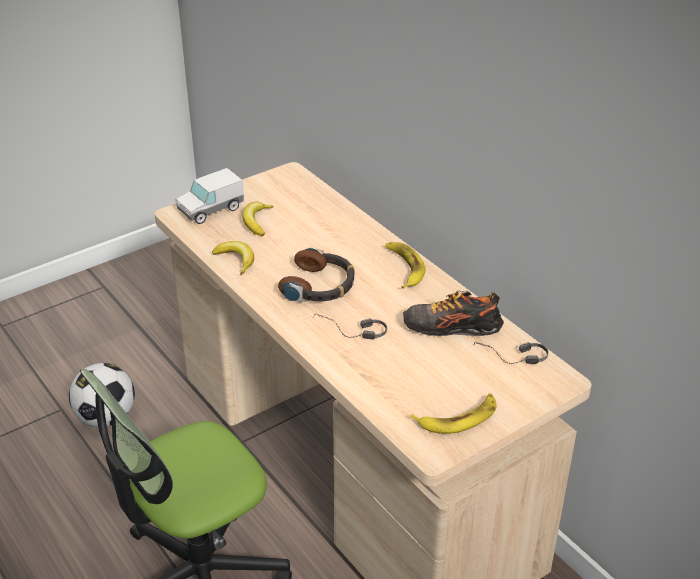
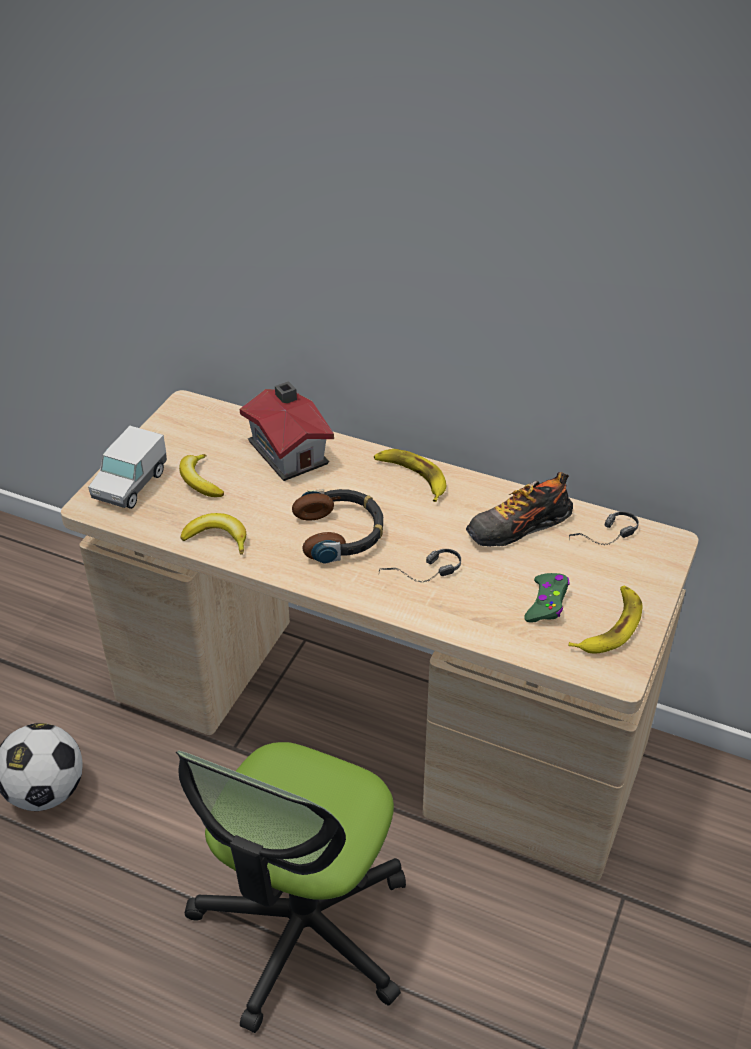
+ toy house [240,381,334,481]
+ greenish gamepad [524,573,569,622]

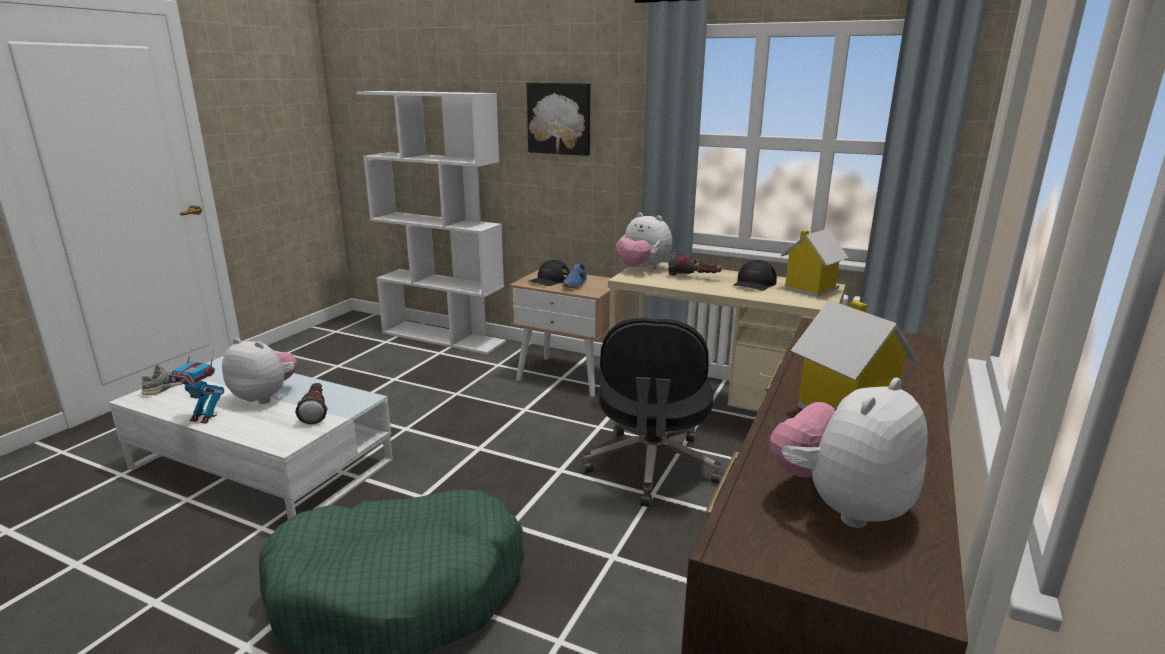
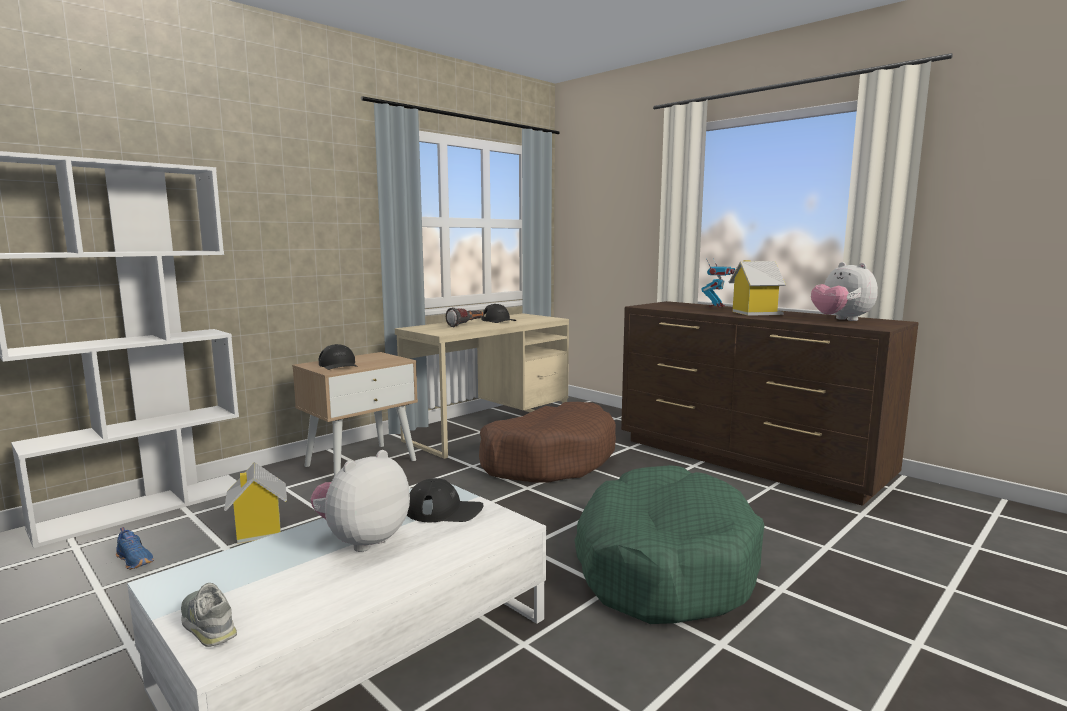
- wall art [527,83,590,156]
- plush toy [616,213,672,269]
~ toy robot [168,349,224,424] to [701,258,735,307]
~ blue low shoe [563,262,587,288] to [116,527,154,570]
~ toy house [780,228,849,297] to [224,462,287,544]
~ hand torch [295,383,328,424] to black peaked cap [407,478,483,522]
~ black desk chair [582,318,723,507] to brown-coloured pet bed [479,402,616,483]

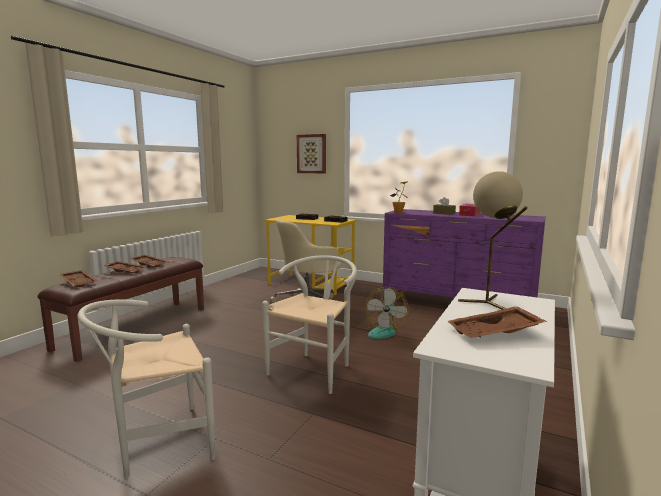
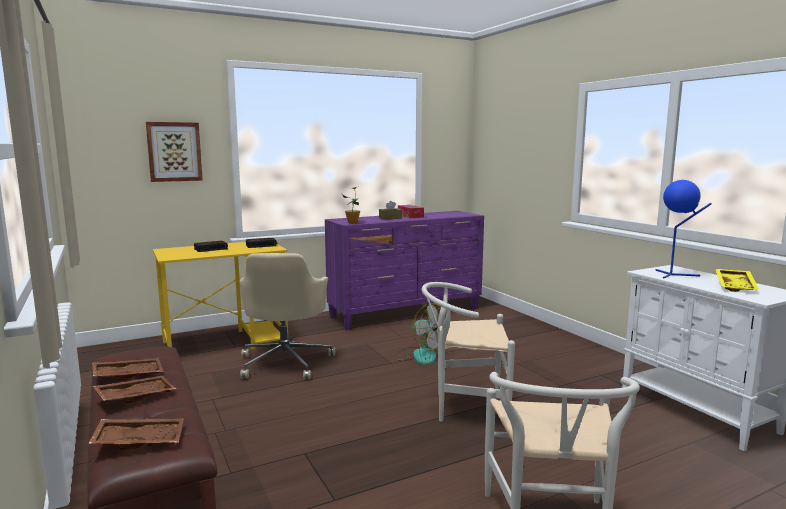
~ brown-coloured carrying tray [447,306,547,338] to yellow-coloured carrying tray [715,269,759,292]
~ beige lamp for a table [458,171,528,310] to blue lamp for a table [656,180,712,279]
~ white upright chair [262,255,357,394] = [422,282,515,422] 60 degrees counterclockwise

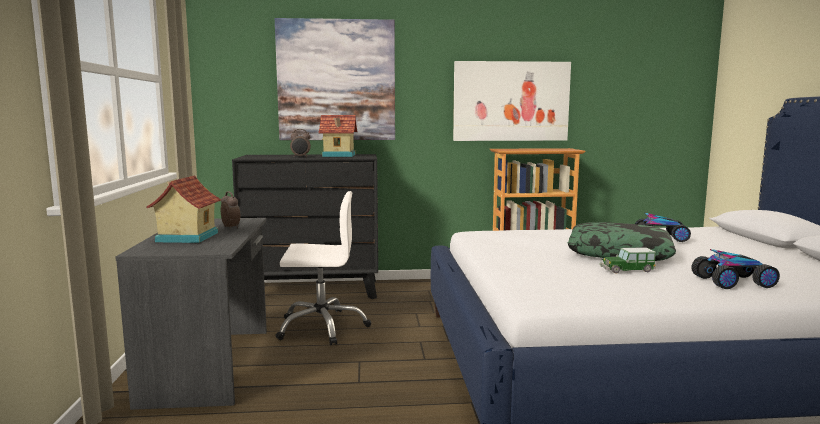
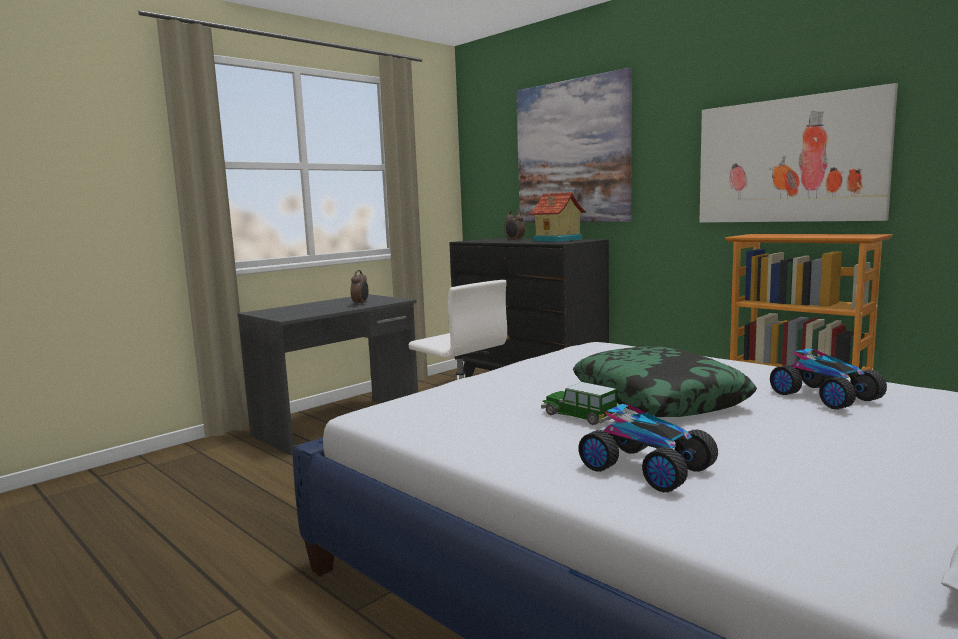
- toy house [146,175,221,243]

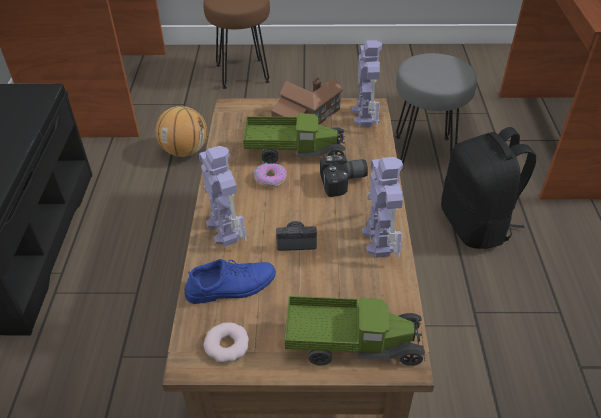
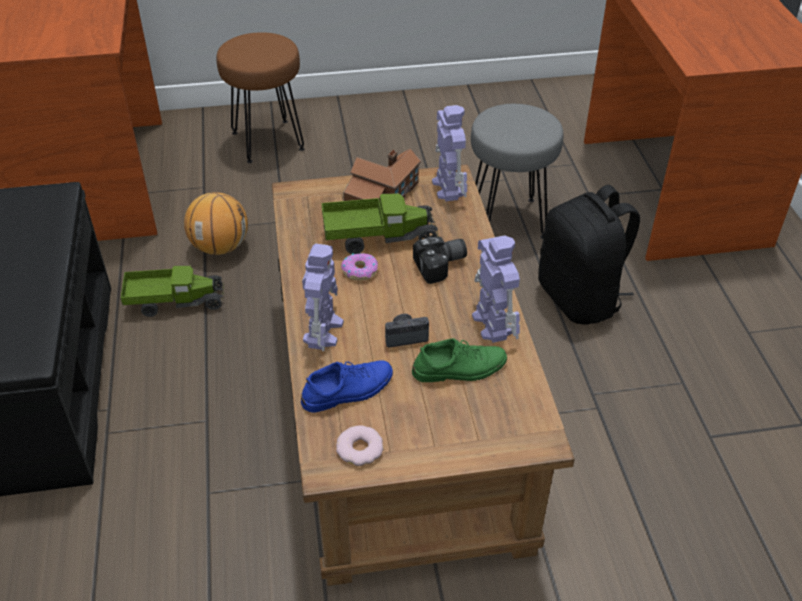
+ greenish low shoe [412,338,507,382]
~ model truck [285,294,425,366] to [120,266,224,317]
~ toy robot [199,146,246,246] = [302,244,344,351] 45 degrees clockwise

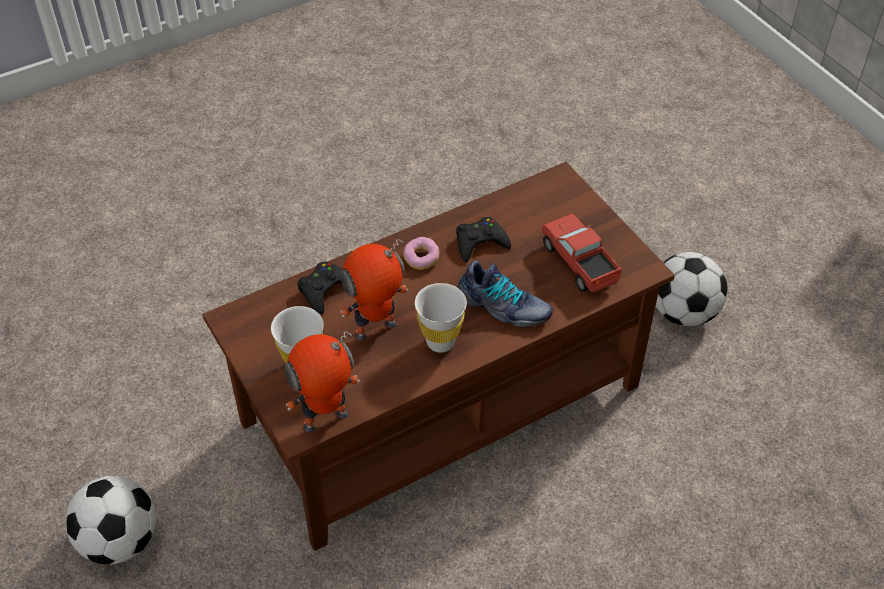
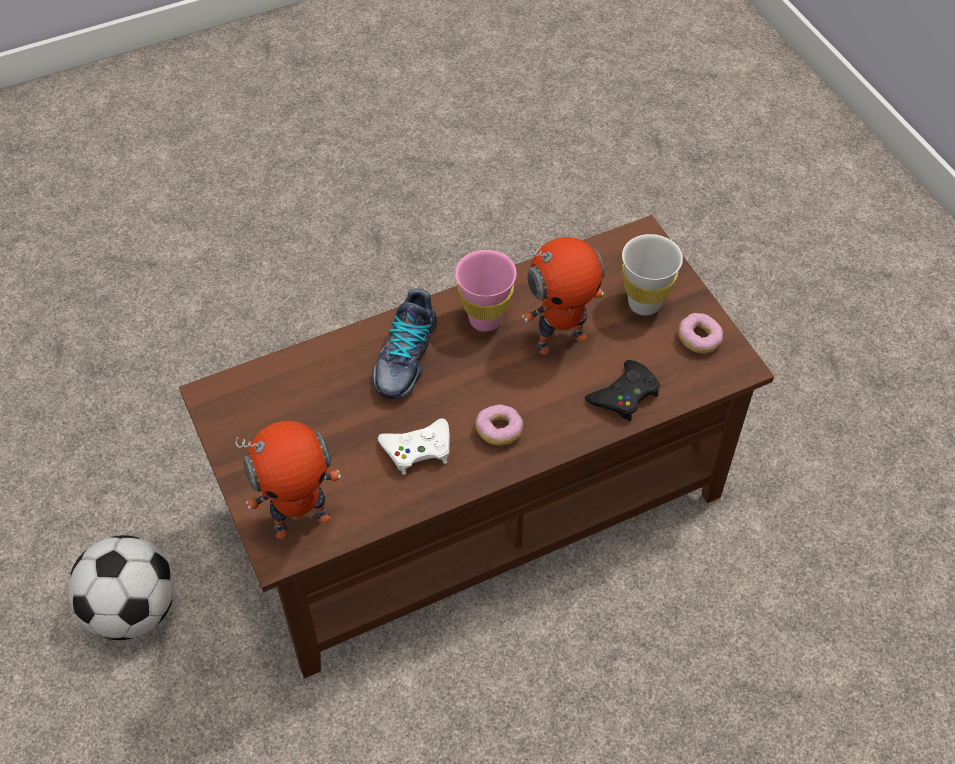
- football ball [65,476,156,565]
- model truck [542,213,621,293]
+ ring doughnut [678,313,723,353]
~ toy robot [285,331,360,432] to [235,421,341,539]
~ white cup [415,283,467,353] to pinkish cup [455,250,517,332]
~ black gamepad [456,217,511,263] to white gamepad [378,418,450,475]
~ low shoe [457,260,553,327] = [372,288,437,399] 105 degrees counterclockwise

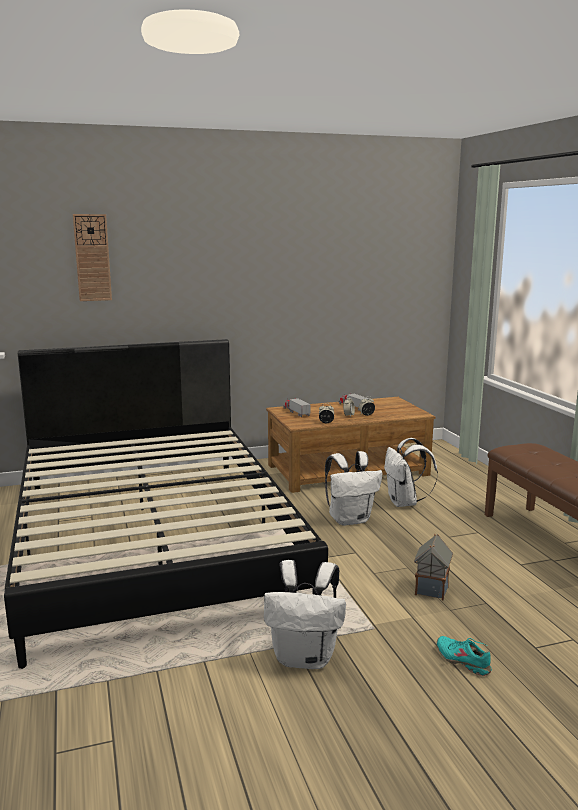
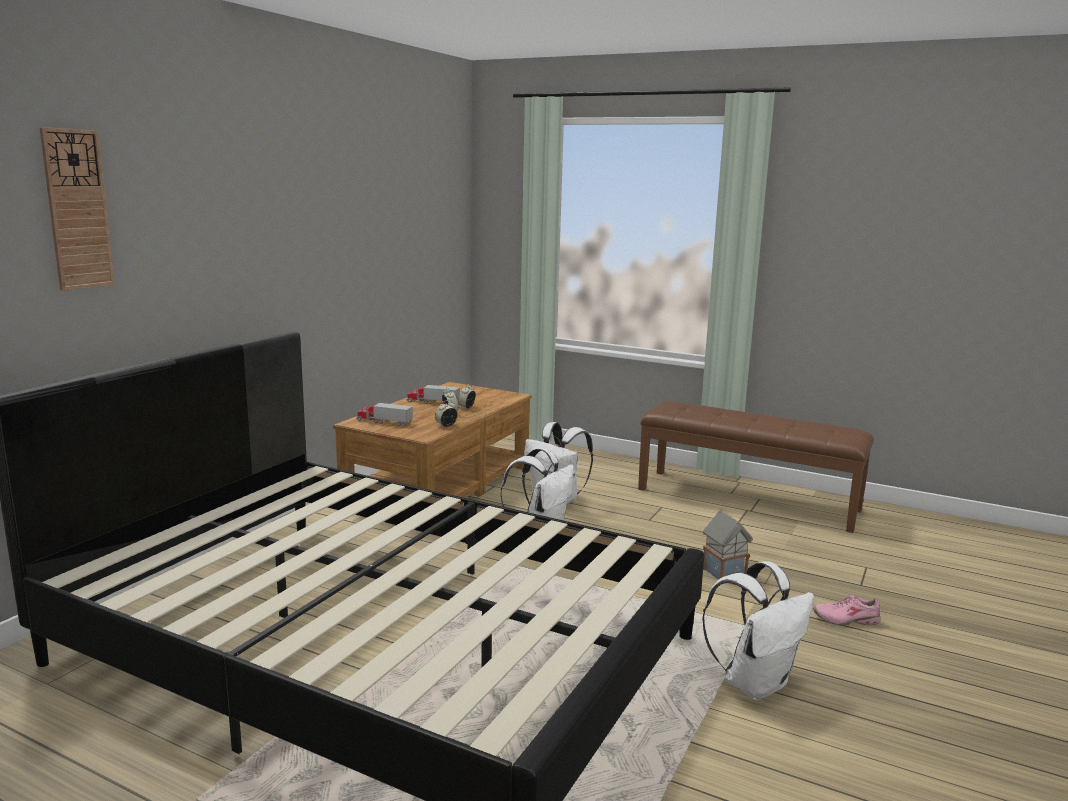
~ turquoise-coloured low shoe [437,636,492,676] to pinkish low shoe [813,594,881,626]

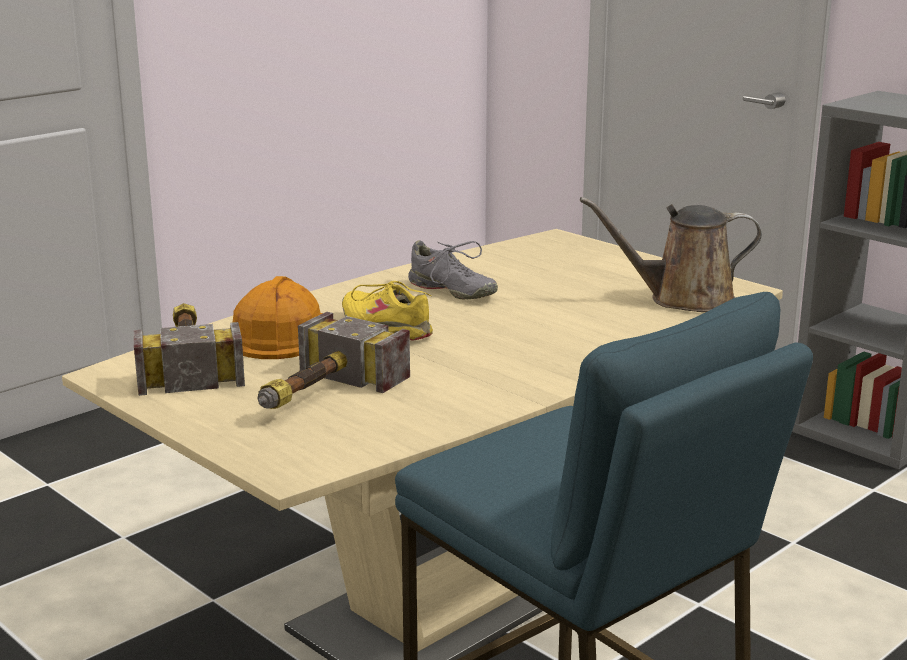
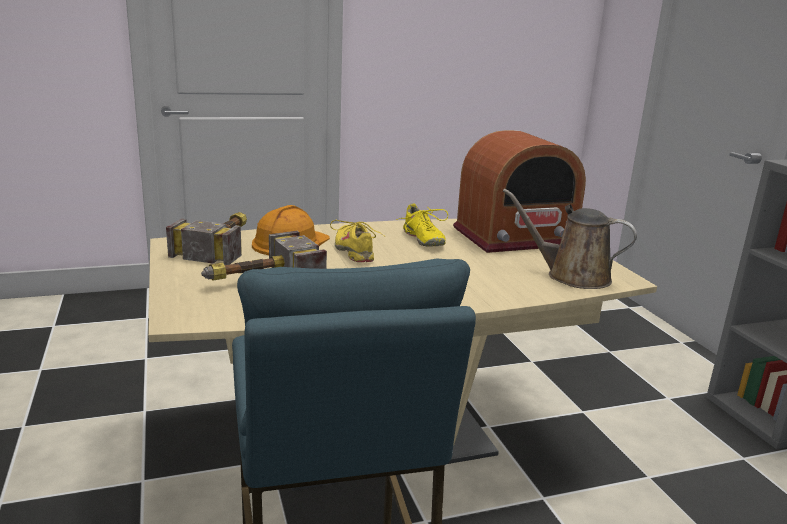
+ radio set [453,130,586,253]
~ grey low shoe [408,240,498,299] to yellow-coloured low shoe [396,203,448,247]

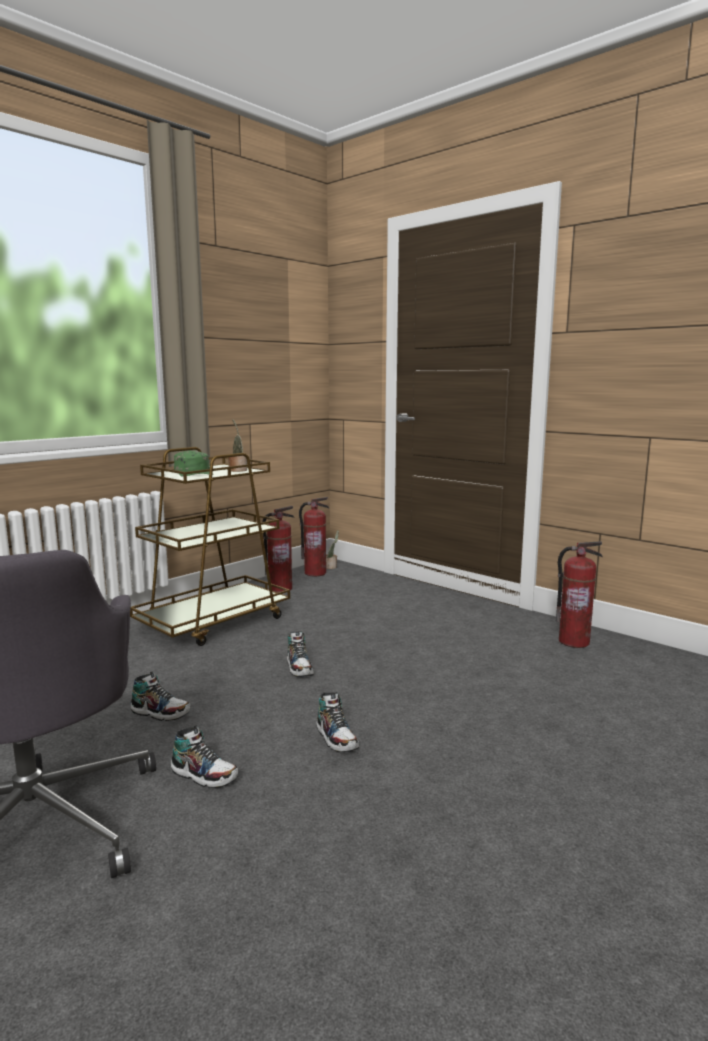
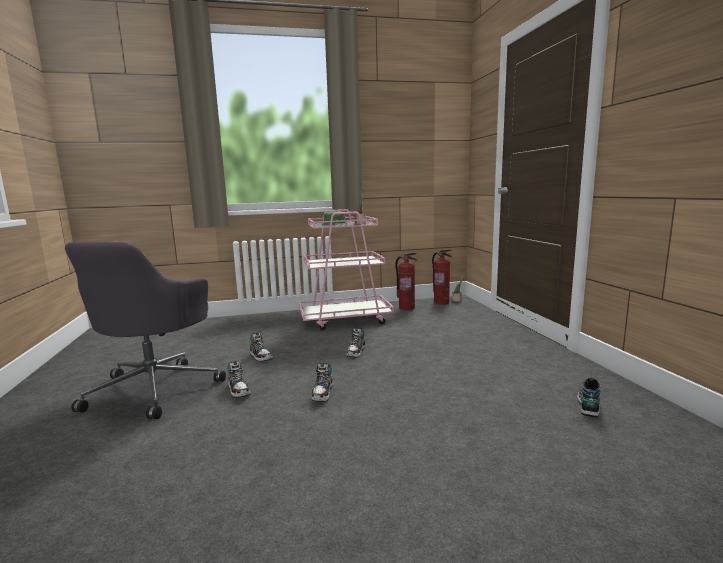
- extinguisher [556,541,603,648]
+ low shoe [577,378,601,418]
~ brown-coloured trolley [130,447,290,646] to pinkish trolley [299,209,394,330]

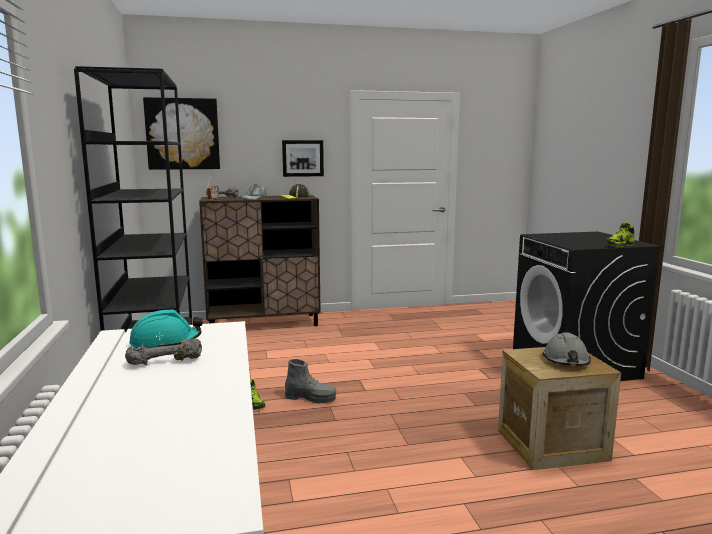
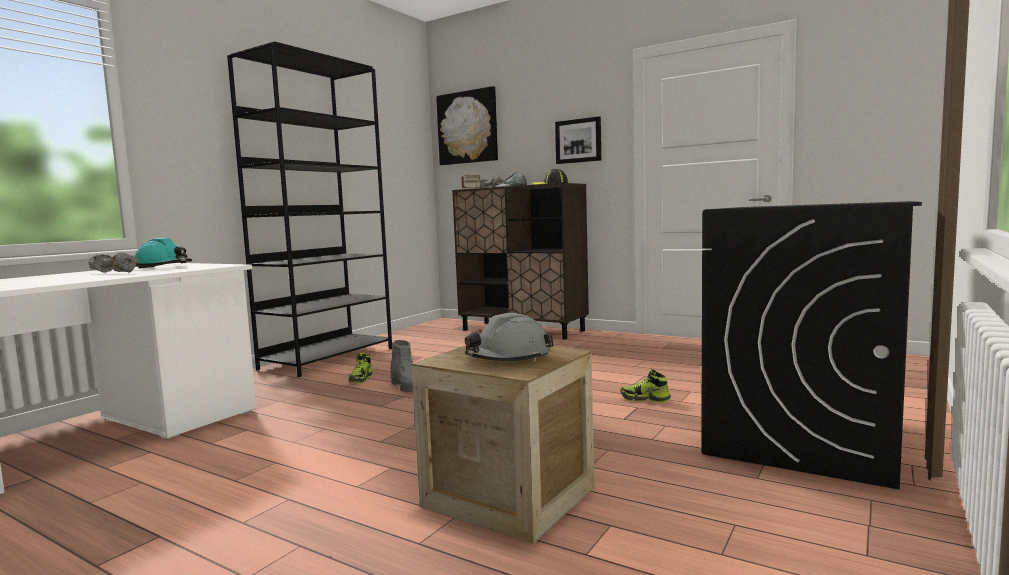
~ low shoe [606,222,635,247] to [621,369,671,402]

